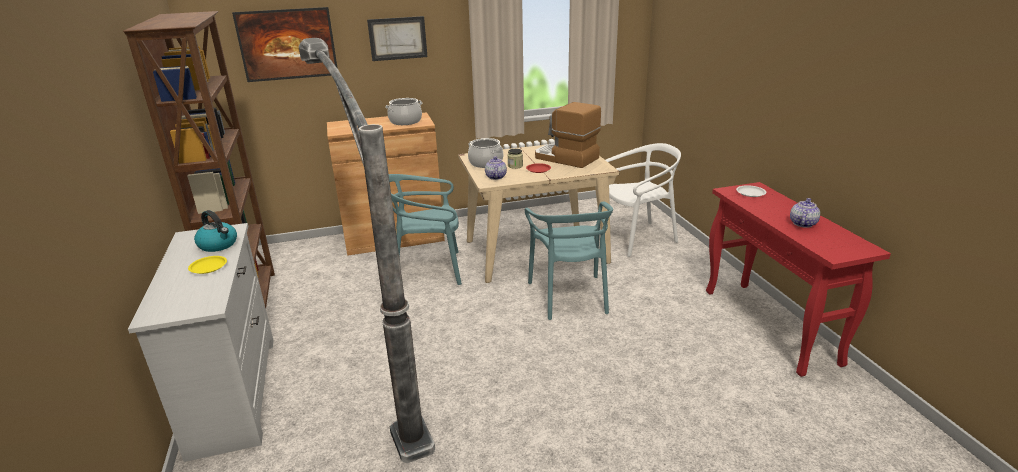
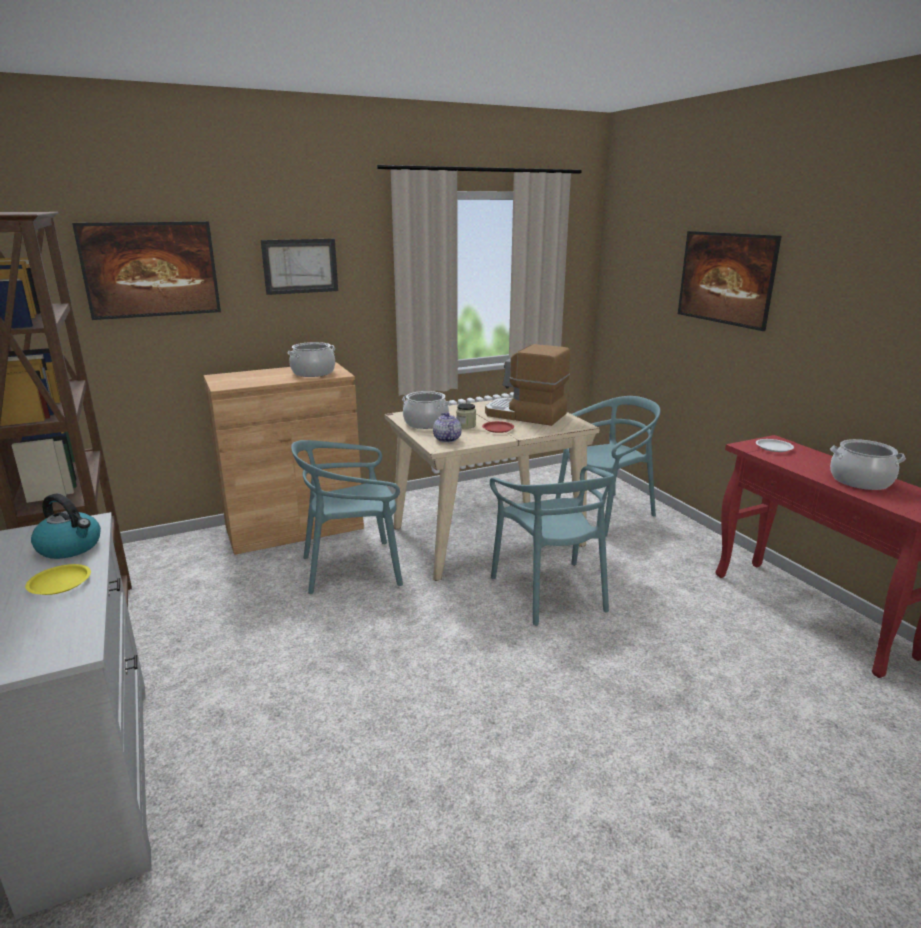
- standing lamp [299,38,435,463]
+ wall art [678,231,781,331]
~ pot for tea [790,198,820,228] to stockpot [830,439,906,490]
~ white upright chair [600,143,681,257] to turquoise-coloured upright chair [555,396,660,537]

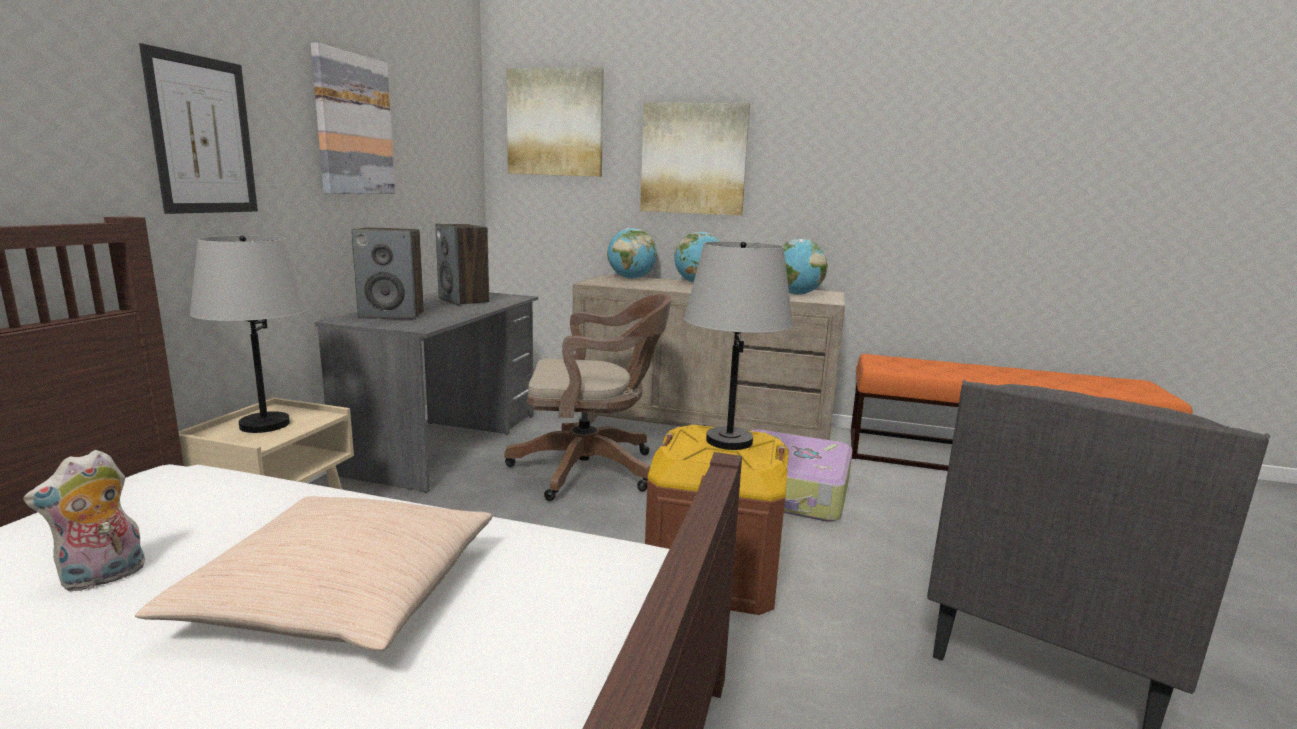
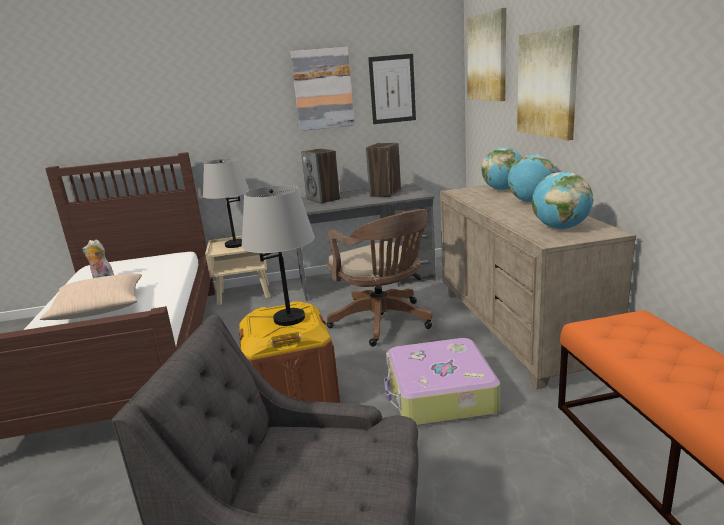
~ wall art [139,43,258,214] to [368,54,416,124]

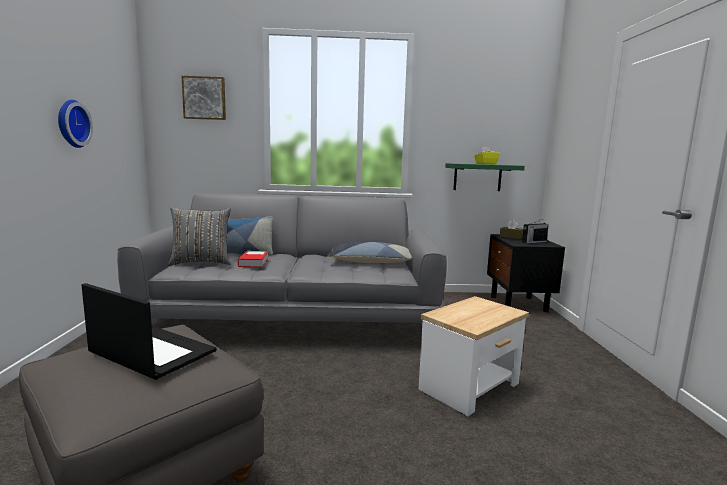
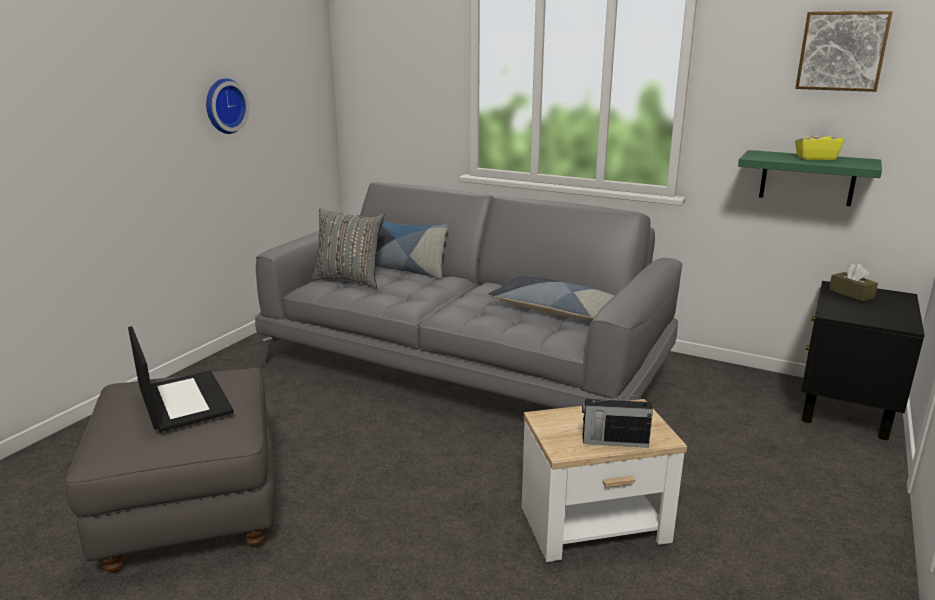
- volume [238,251,269,267]
~ wall art [181,76,226,120] to [795,11,893,92]
~ radio set [522,219,549,244] to [582,394,653,448]

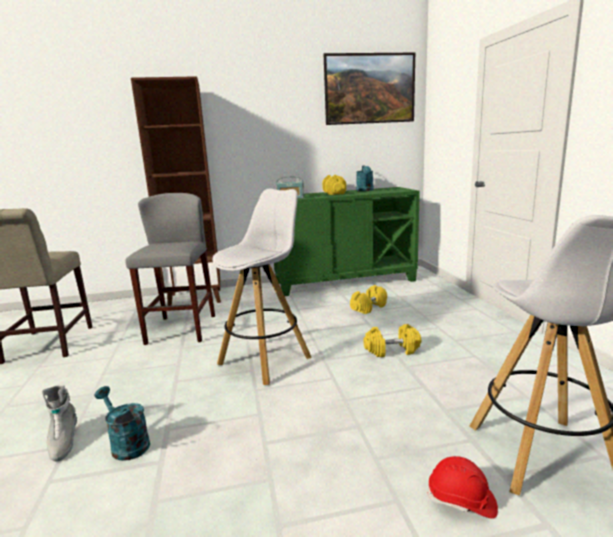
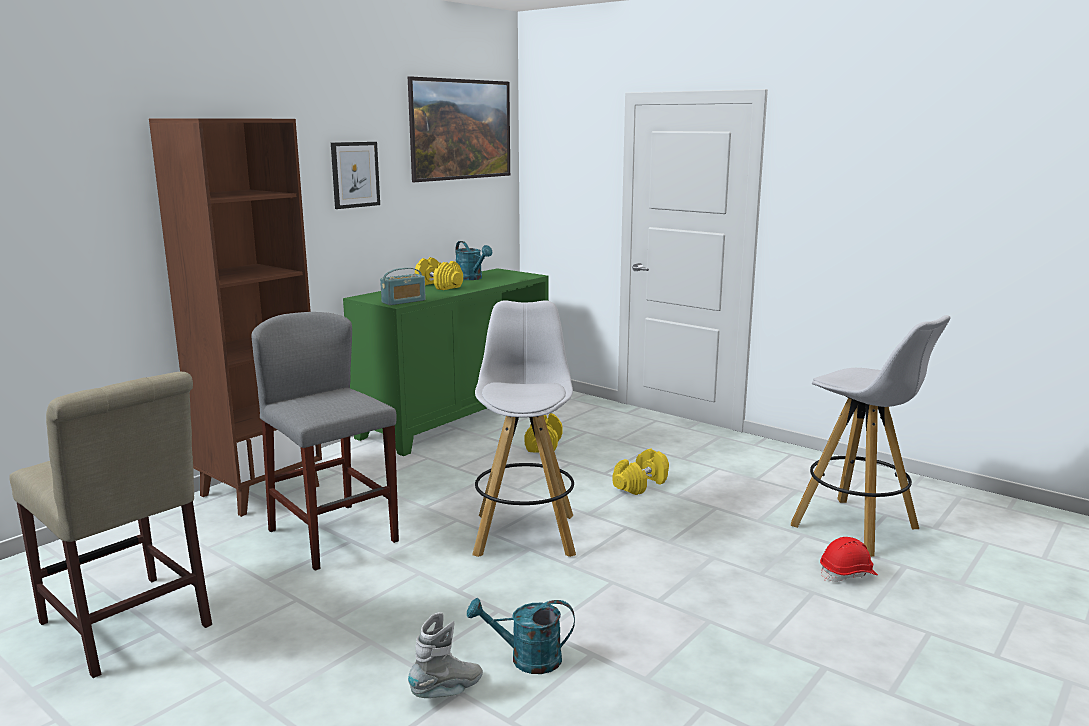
+ wall art [331,142,380,209]
~ grey tall boot [42,385,77,461] = [408,612,483,698] 75 degrees counterclockwise

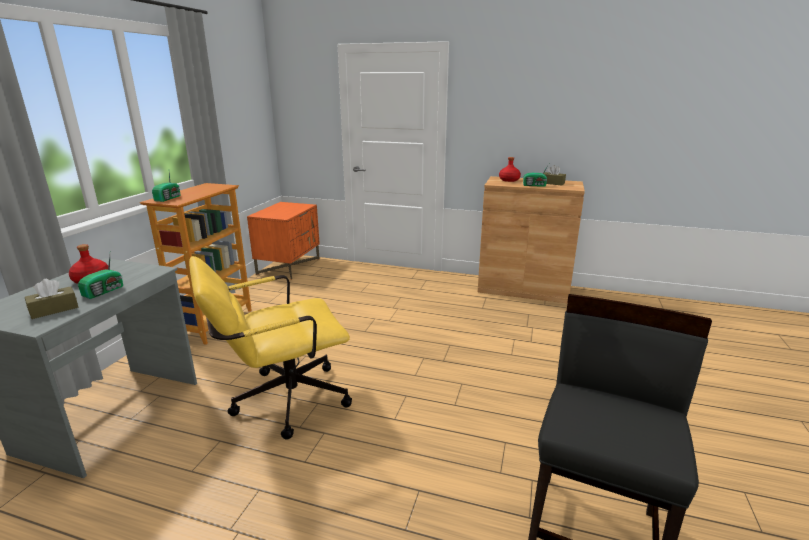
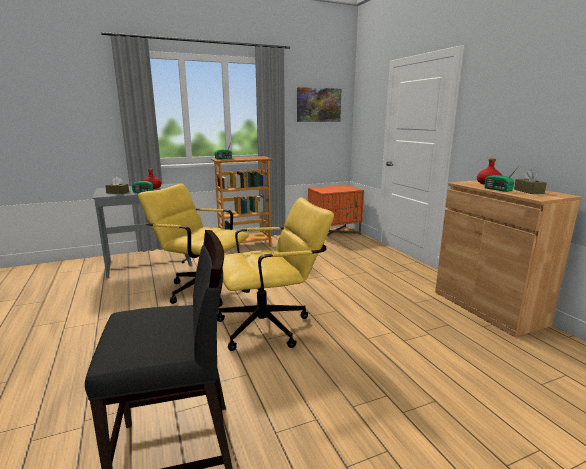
+ yellow-coloured desk chair [217,197,334,351]
+ wall art [297,87,342,122]

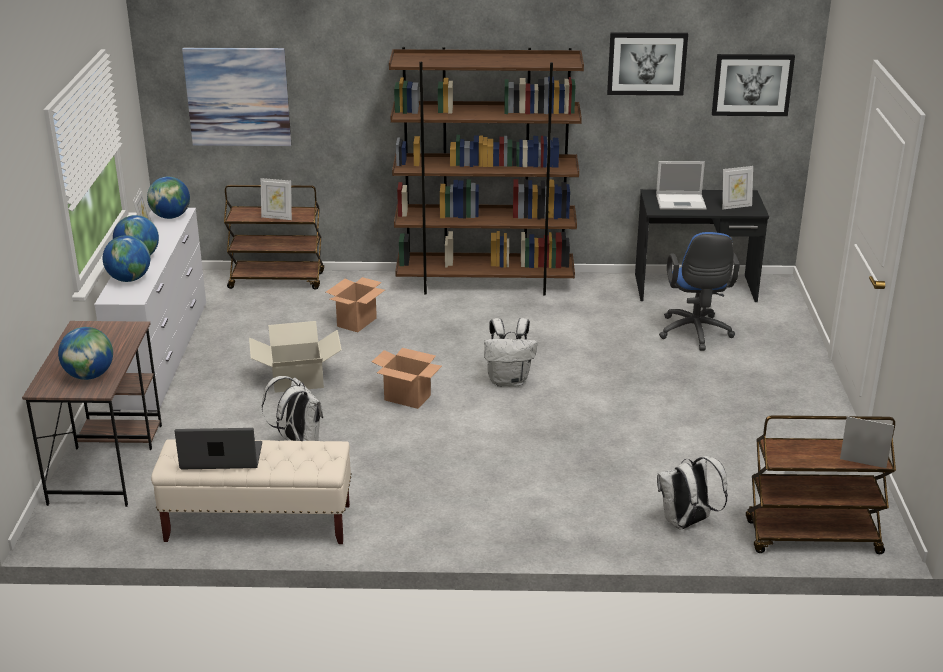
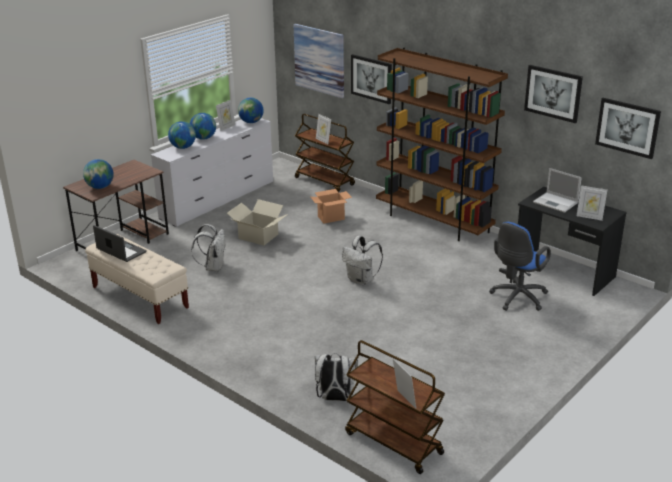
- packing box [372,348,442,409]
+ wall art [351,54,392,104]

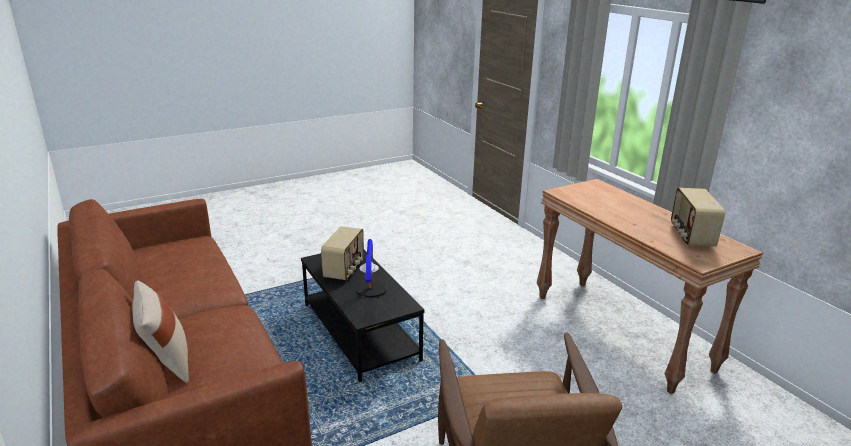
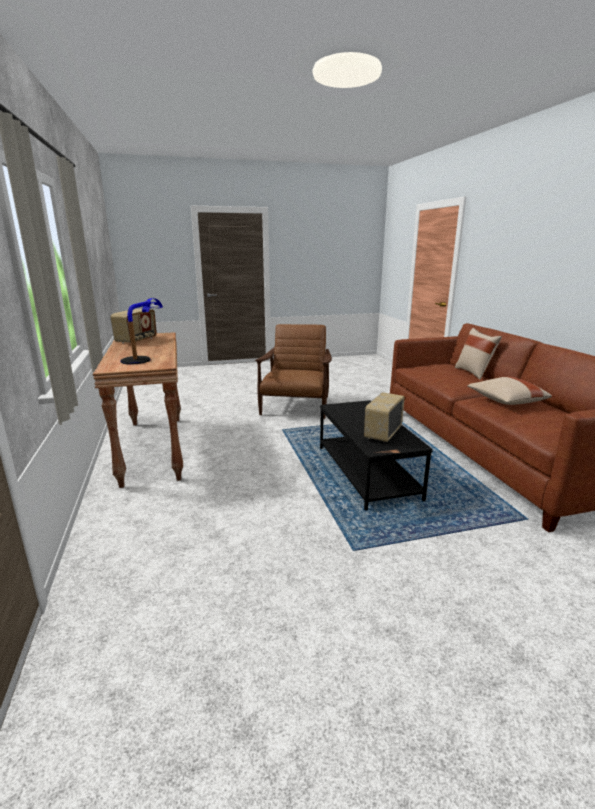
+ beige cushion [467,377,552,405]
~ lamp for a table [356,239,387,298] to [120,298,163,365]

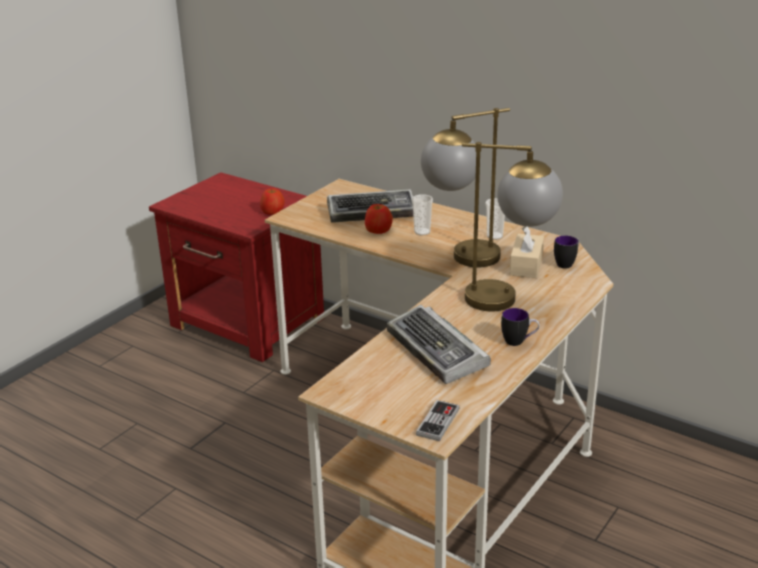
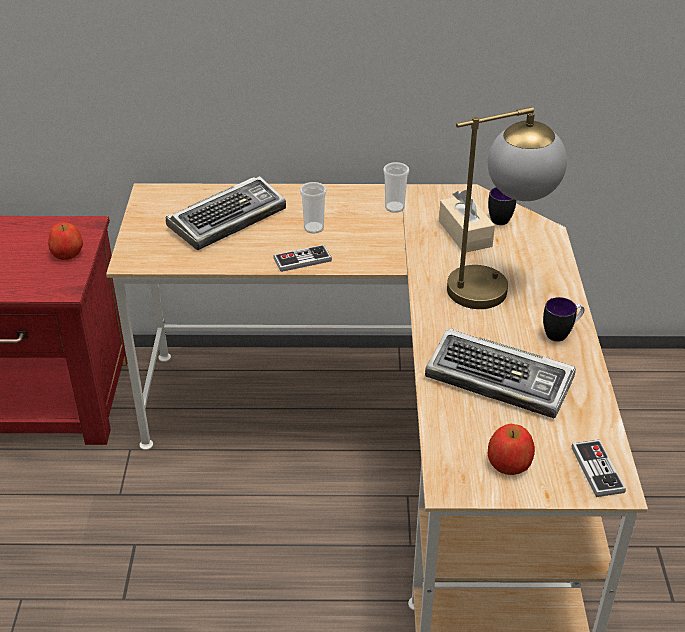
- lamp for a table [421,108,510,267]
+ gamepad [273,245,332,272]
~ apple fruit [365,204,393,234] to [487,424,535,475]

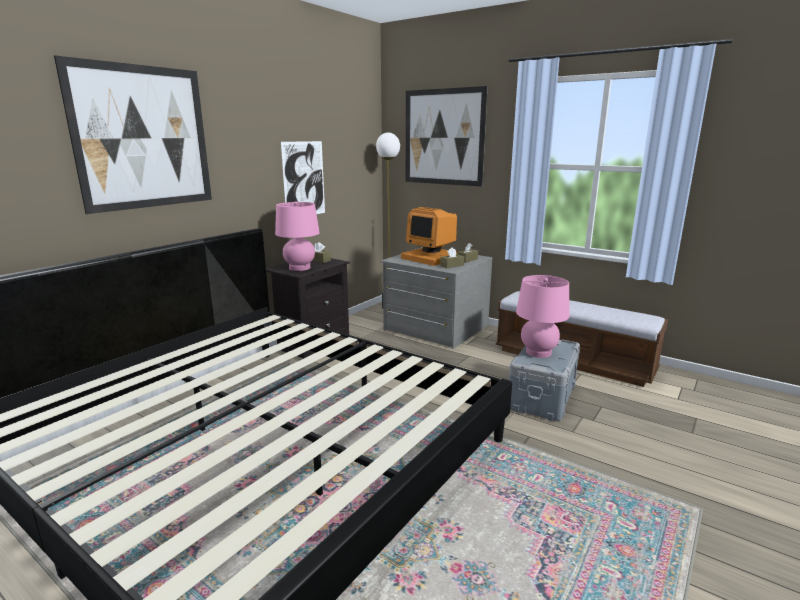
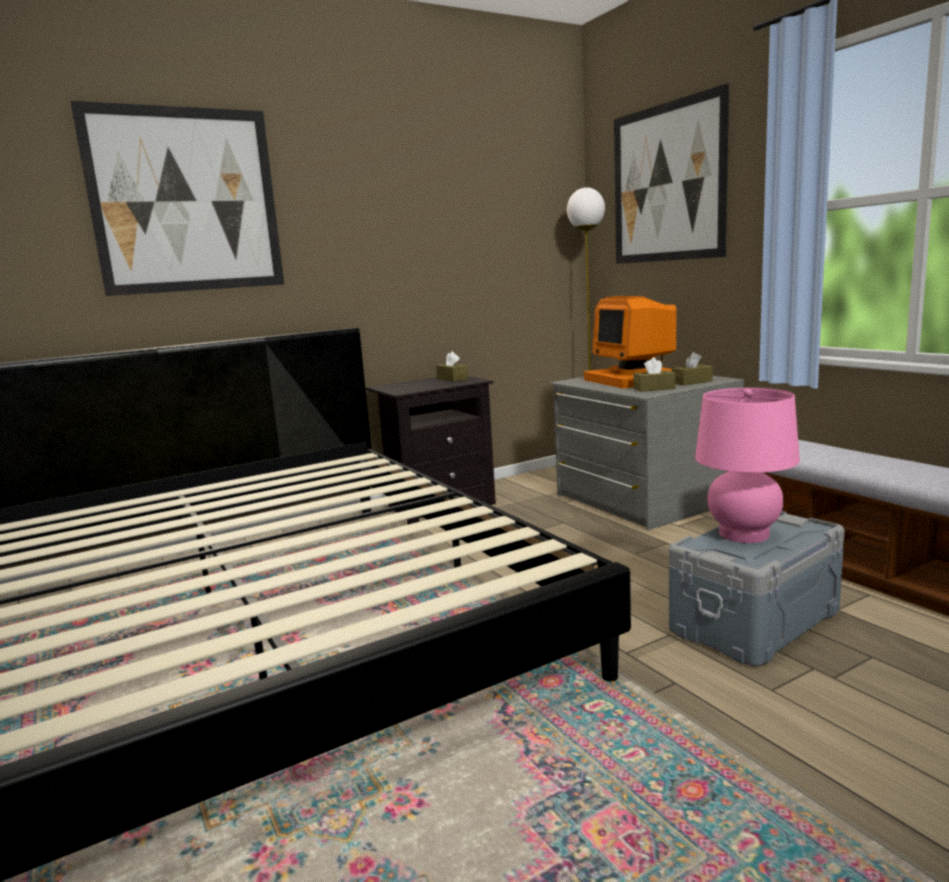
- pinkish lamp for a table [275,202,320,271]
- wall art [281,141,325,214]

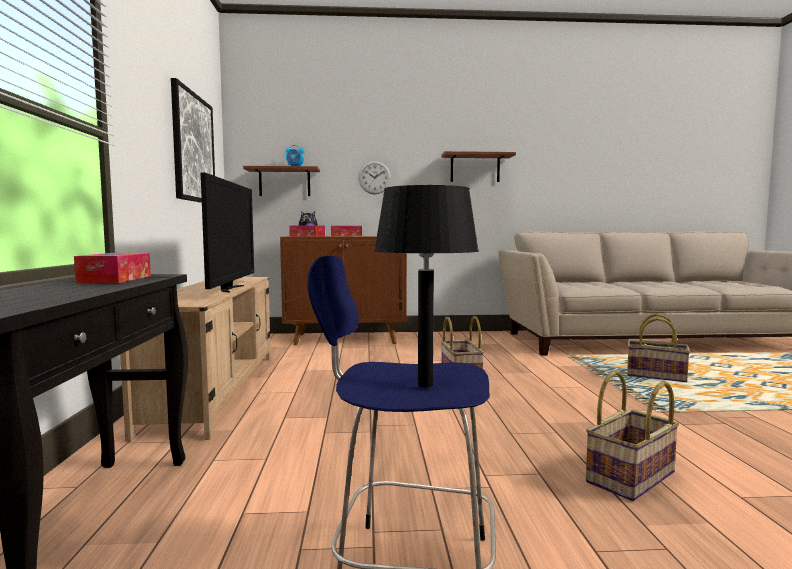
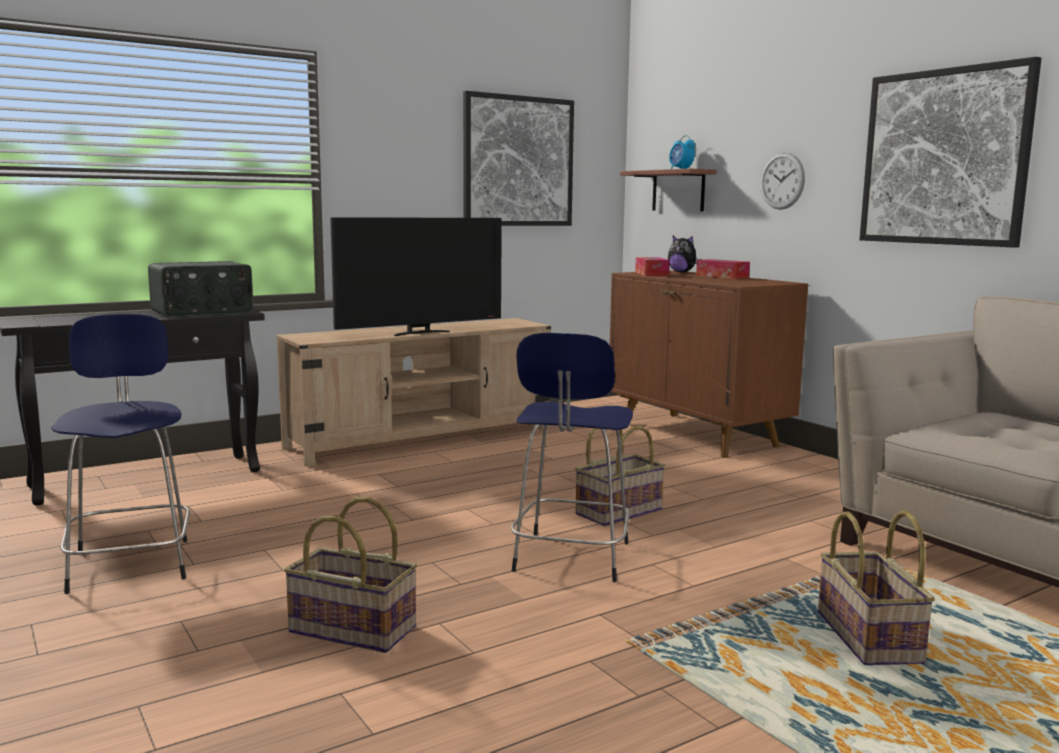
- black lamp for a table [374,185,479,387]
+ blue sitting stool [511,333,633,582]
~ box of tissues [74,253,151,283] to radio set [148,261,253,318]
~ wall shelf [441,151,516,182] to wall art [860,57,1042,248]

